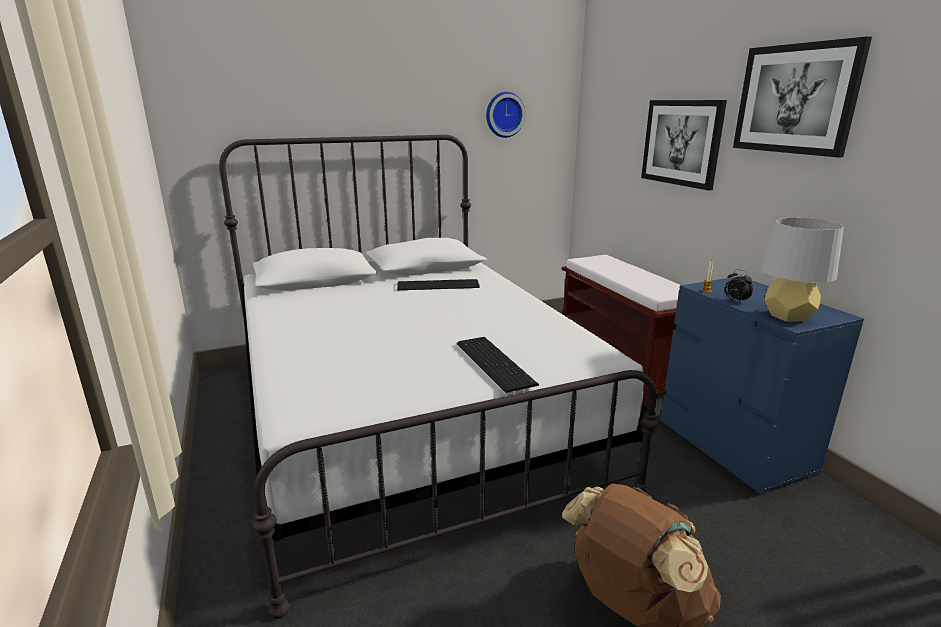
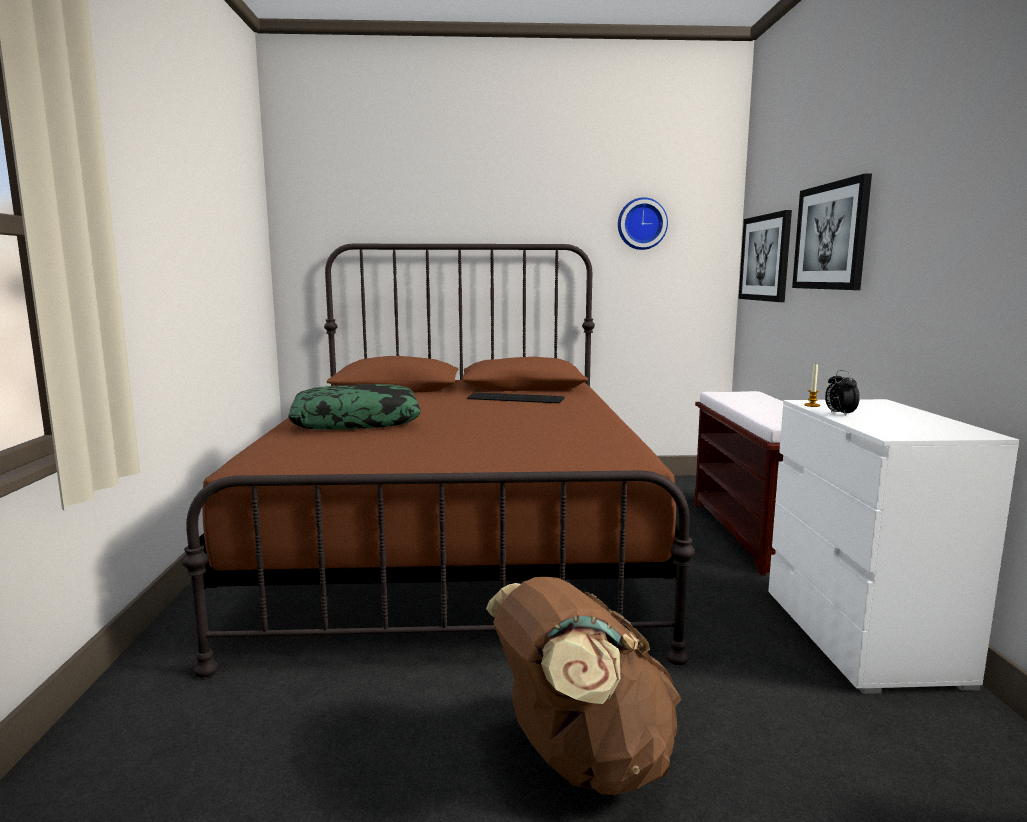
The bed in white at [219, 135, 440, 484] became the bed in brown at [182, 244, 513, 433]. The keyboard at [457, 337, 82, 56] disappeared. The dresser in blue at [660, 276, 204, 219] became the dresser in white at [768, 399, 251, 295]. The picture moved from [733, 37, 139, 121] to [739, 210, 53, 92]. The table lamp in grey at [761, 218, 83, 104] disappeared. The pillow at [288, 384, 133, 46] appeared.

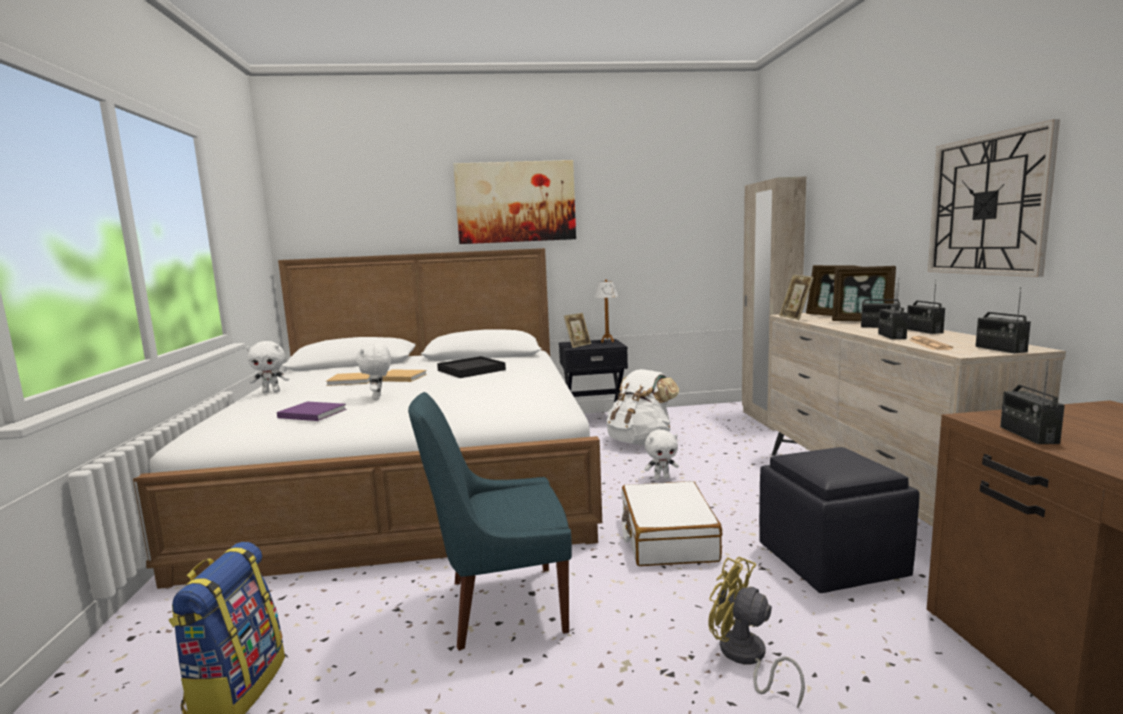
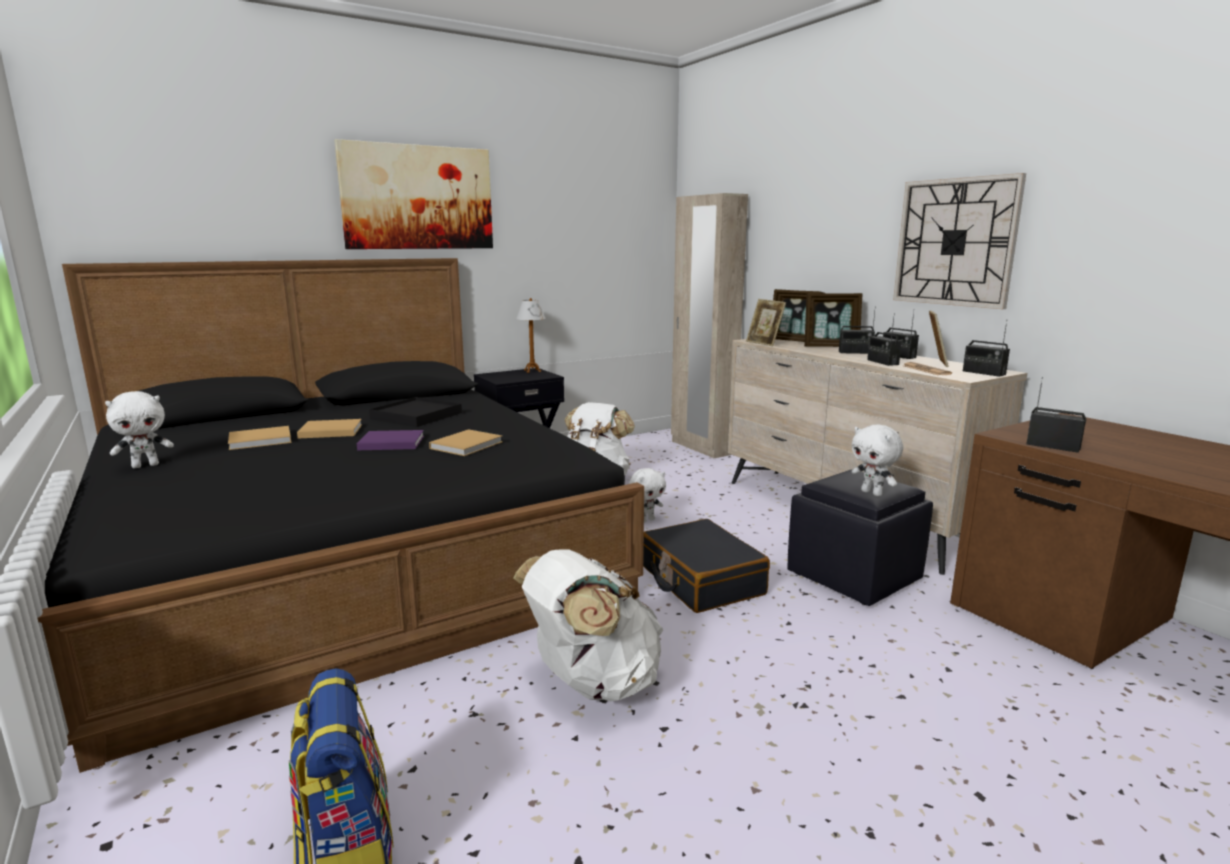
The bed in white at [133, 248, 469, 341] became the bed in black at [38, 258, 606, 515]. The book in purple moved from [277, 401, 70, 20] to [357, 430, 67, 20]. The plush toy in white moved from [356, 342, 35, 58] to [852, 424, 51, 72]. The chair in blue at [408, 392, 164, 259] was replaced by the backpack in white at [513, 549, 150, 153]. The picture frame moved from [564, 313, 27, 35] to [929, 311, 20, 56]. The suitcase in white at [622, 481, 100, 85] became the suitcase in black at [643, 519, 127, 94]. The fan in yellow at [708, 556, 97, 153] disappeared. The radio at [1000, 360, 65, 84] turned 150 degrees clockwise. The book in beige at [429, 429, 74, 27] appeared.

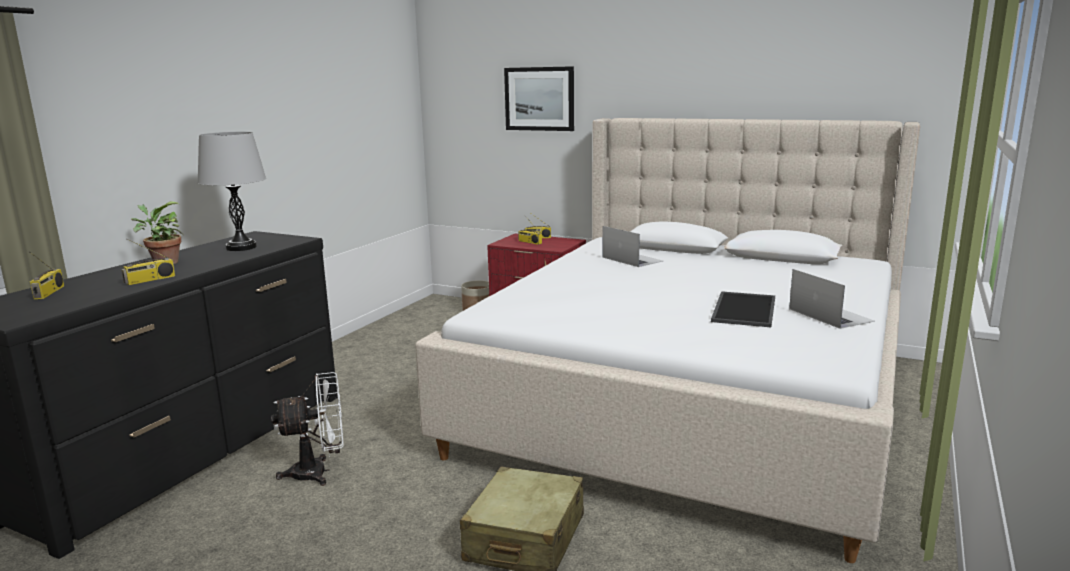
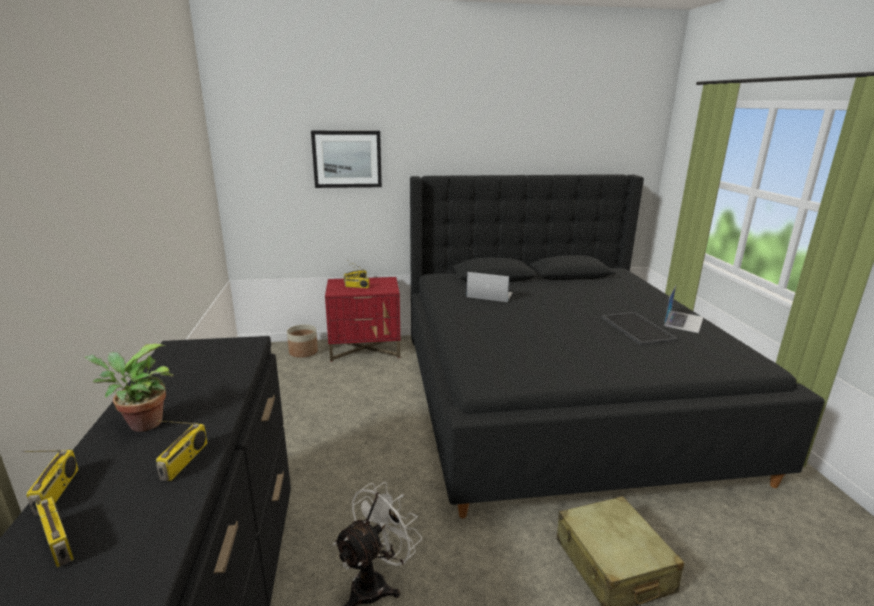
The table lamp in grey at [198, 132, 68, 119] disappeared. The bed in beige at [415, 118, 505, 445] became the bed in black at [410, 174, 414, 344]. The laptop at [789, 269, 86, 60] turned 90 degrees clockwise. The radio at [22, 449, 56, 67] appeared.

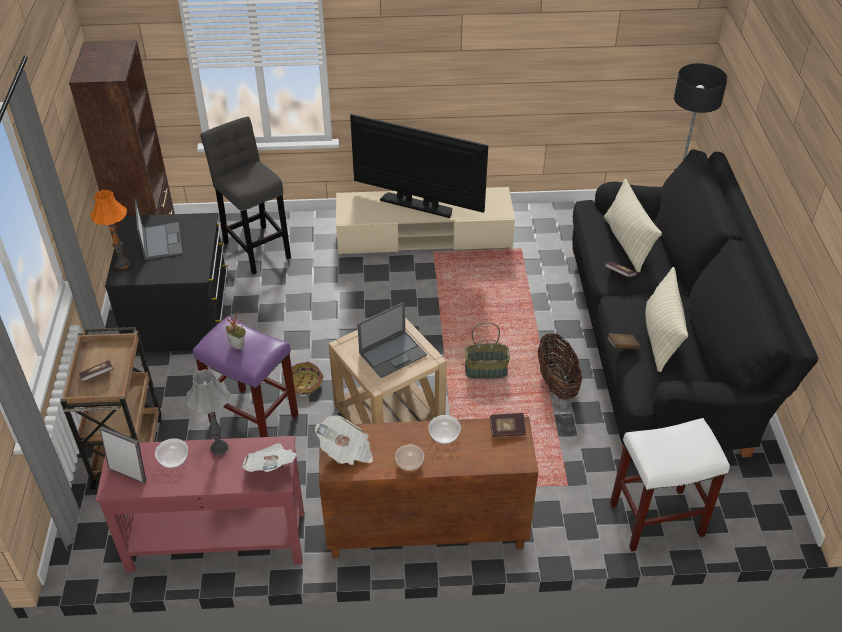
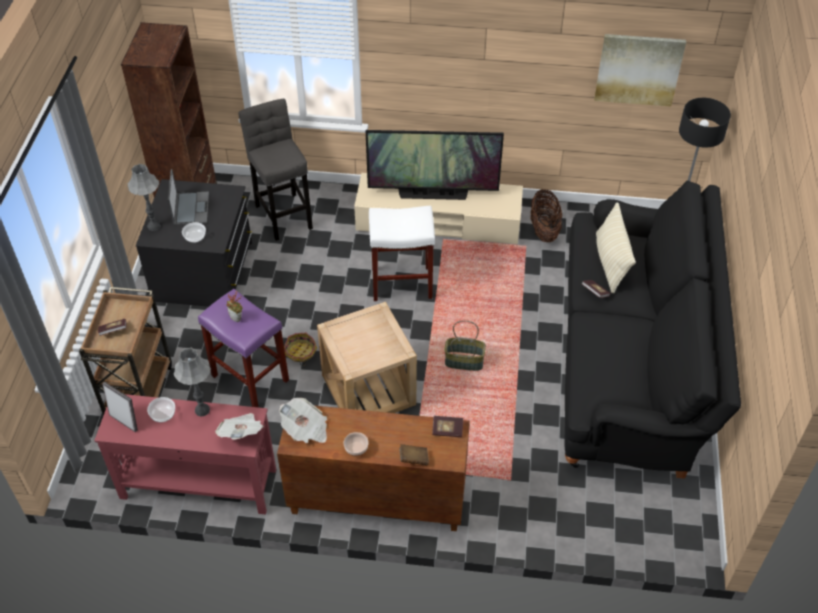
The table lamp in orange at [90, 190, 40, 79] became the table lamp in grey at [127, 164, 34, 67]. The television at [350, 114, 138, 104] turned 150 degrees clockwise. The laptop at [357, 302, 70, 76] disappeared. The bowl moved from [428, 415, 33, 29] to [182, 222, 24, 21]. The basket moved from [537, 333, 45, 67] to [531, 189, 31, 53]. The book in brown moved from [607, 333, 33, 17] to [399, 444, 30, 22]. The stool in white moved from [610, 418, 120, 134] to [369, 205, 66, 96]. The pillow in beige at [645, 267, 43, 105] disappeared. The picture at [594, 34, 92, 73] appeared.

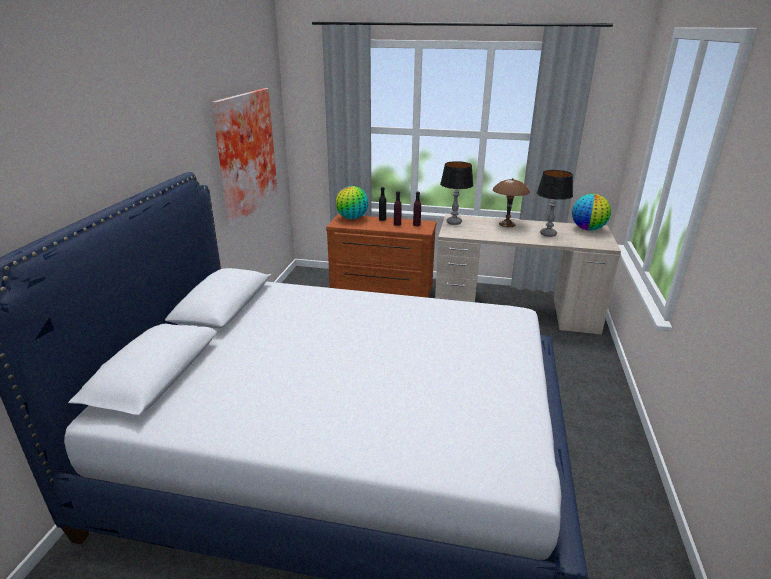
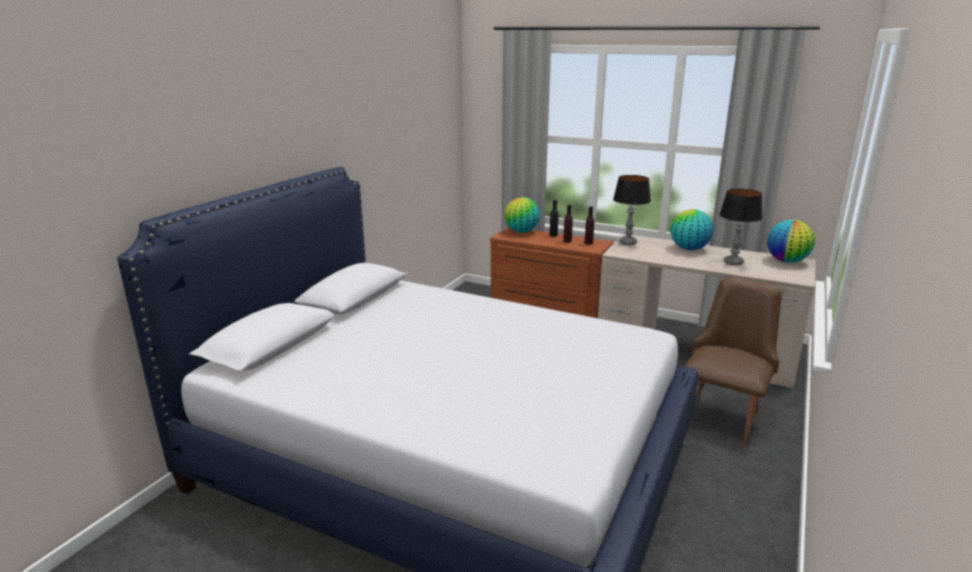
The picture at [212, 88, 66, 139] disappeared. The table lamp in brown at [493, 178, 37, 49] was replaced by the globe at [670, 209, 43, 41]. The chair in brown at [684, 277, 98, 170] appeared.

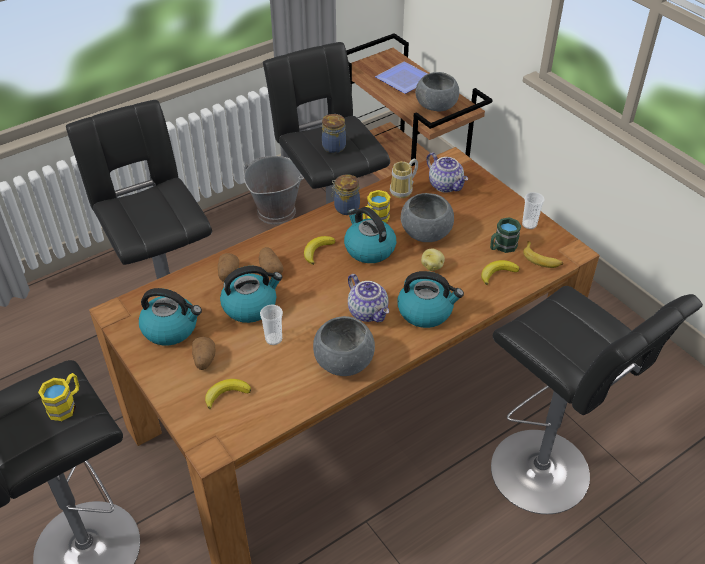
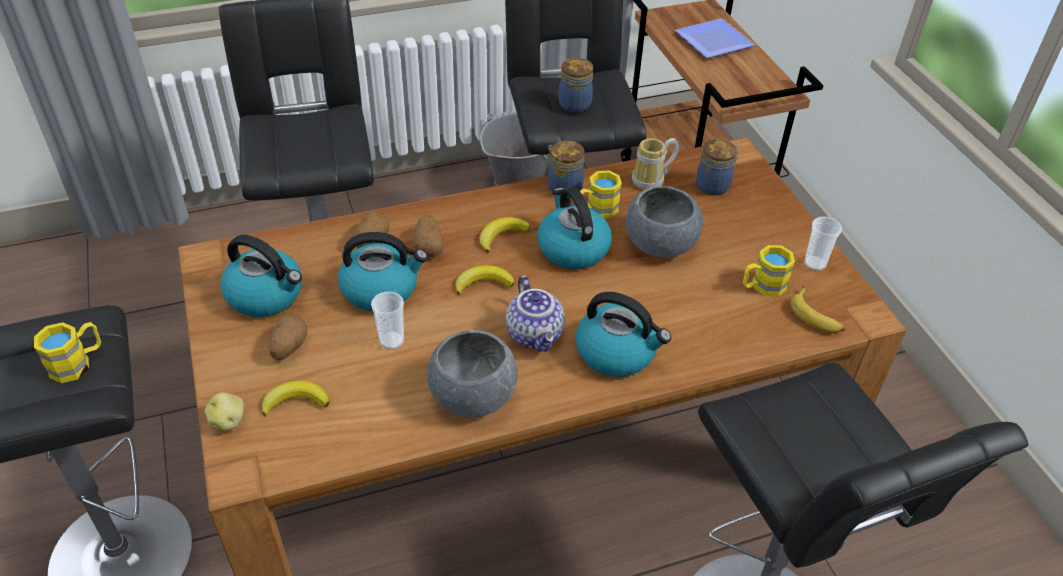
The bowl in grey at [415, 72, 44, 40] disappeared. The potato moved from [421, 249, 24, 22] to [205, 393, 39, 38]. The teapot at [426, 152, 42, 41] was replaced by the jar at [696, 139, 43, 57]. The banana moved from [481, 260, 39, 25] to [456, 265, 58, 31]. The mug in green at [490, 217, 31, 36] became the mug in yellow at [743, 245, 52, 51].

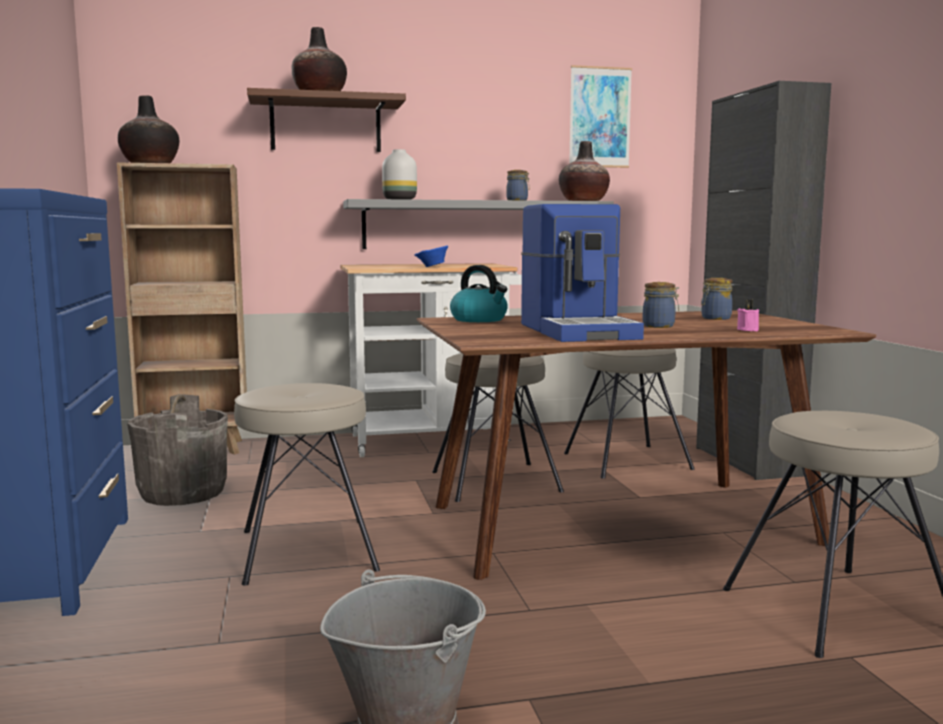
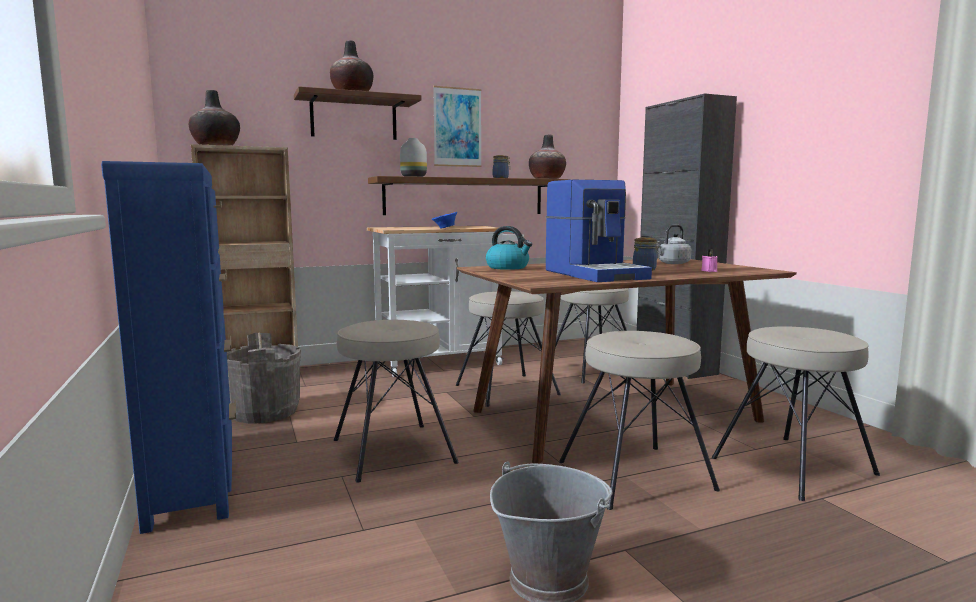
The shelf in grey at [343, 199, 271, 50] became the shelf in brown at [368, 176, 202, 39]. The picture moved from [569, 65, 63, 103] to [433, 86, 49, 81]. The jar at [701, 278, 31, 42] was replaced by the kettle in grey at [658, 224, 33, 40]. The stool in beige at [559, 331, 161, 179] appeared.

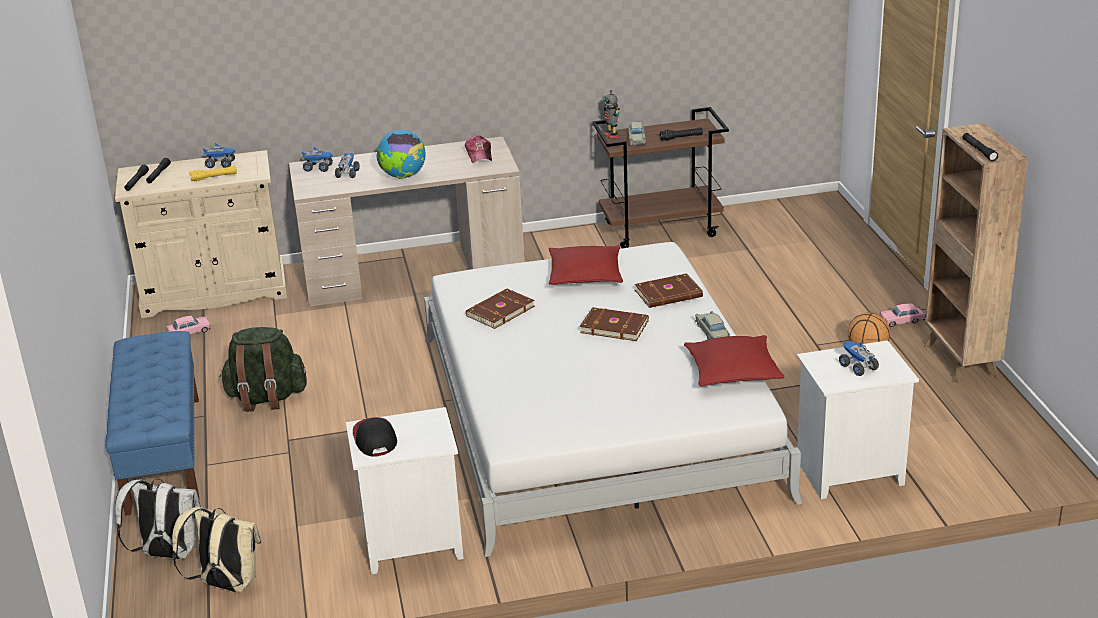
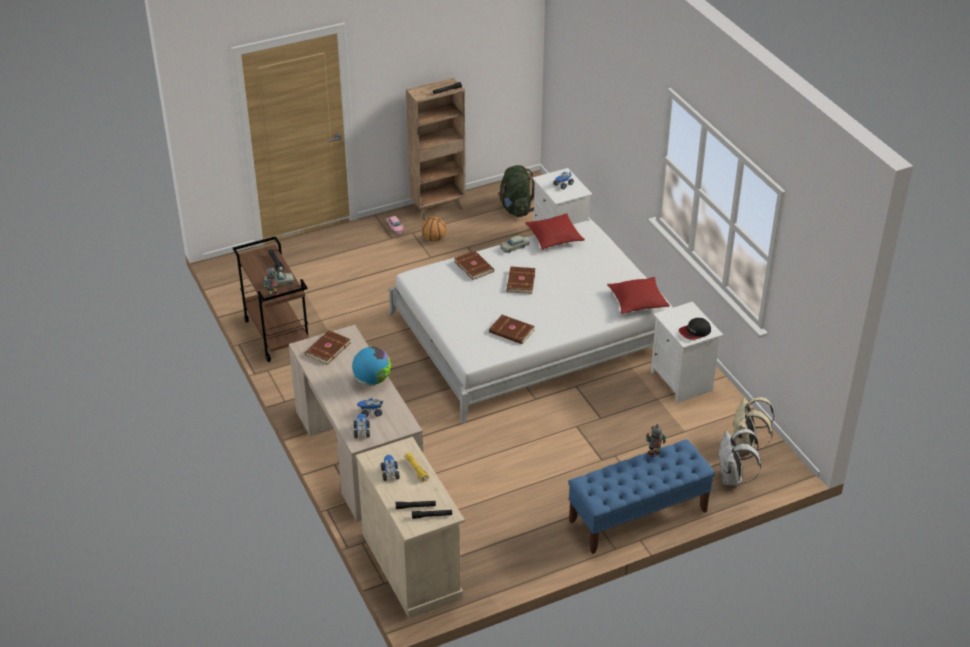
The toy car in pink at [166, 316, 45, 18] disappeared. The backpack in green moved from [219, 327, 88, 85] to [498, 165, 37, 52]. The cap at [465, 135, 27, 28] was replaced by the book in brown at [305, 330, 46, 35]. The pillow in red moved from [549, 245, 74, 40] to [607, 277, 63, 37]. The toy robot at [646, 424, 20, 33] appeared.

